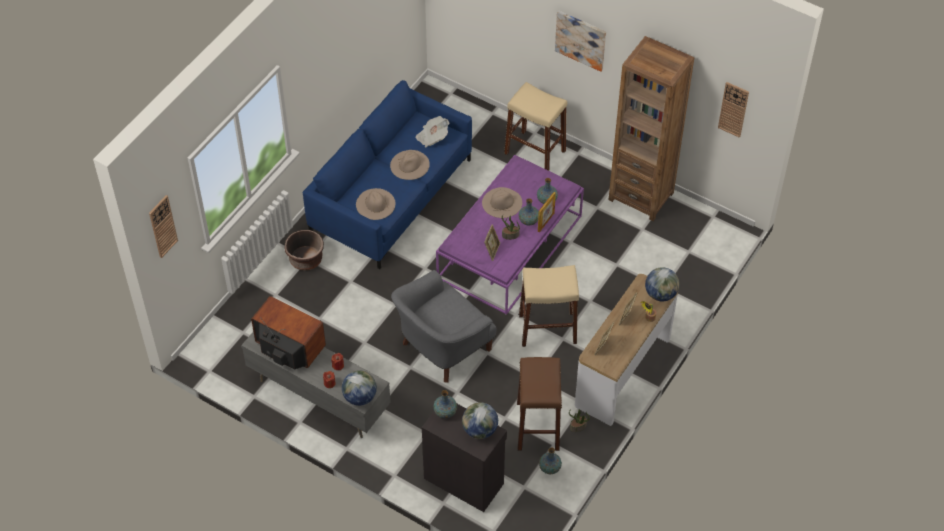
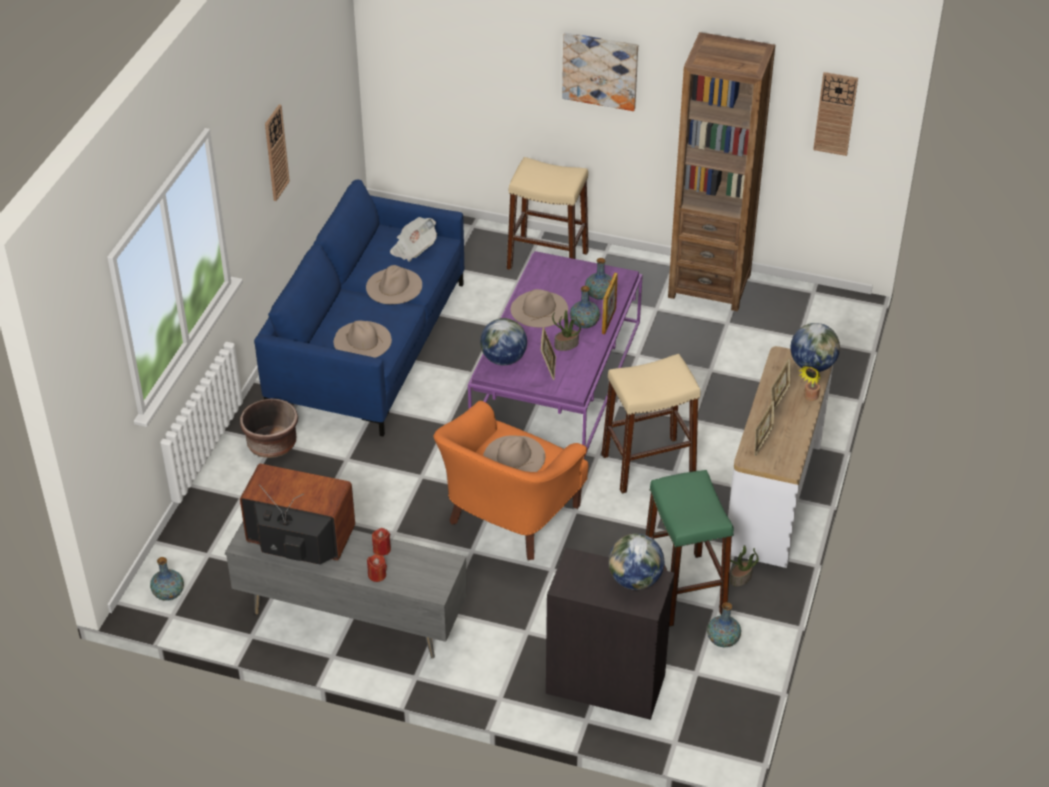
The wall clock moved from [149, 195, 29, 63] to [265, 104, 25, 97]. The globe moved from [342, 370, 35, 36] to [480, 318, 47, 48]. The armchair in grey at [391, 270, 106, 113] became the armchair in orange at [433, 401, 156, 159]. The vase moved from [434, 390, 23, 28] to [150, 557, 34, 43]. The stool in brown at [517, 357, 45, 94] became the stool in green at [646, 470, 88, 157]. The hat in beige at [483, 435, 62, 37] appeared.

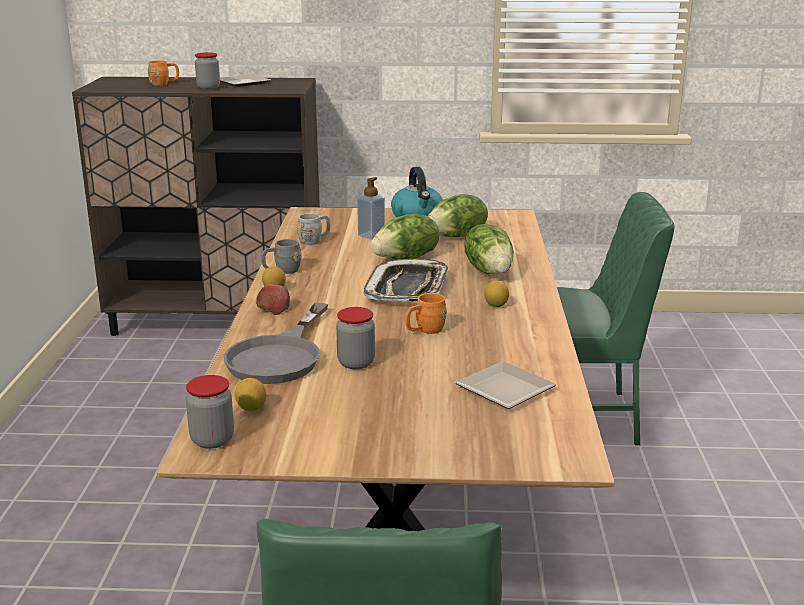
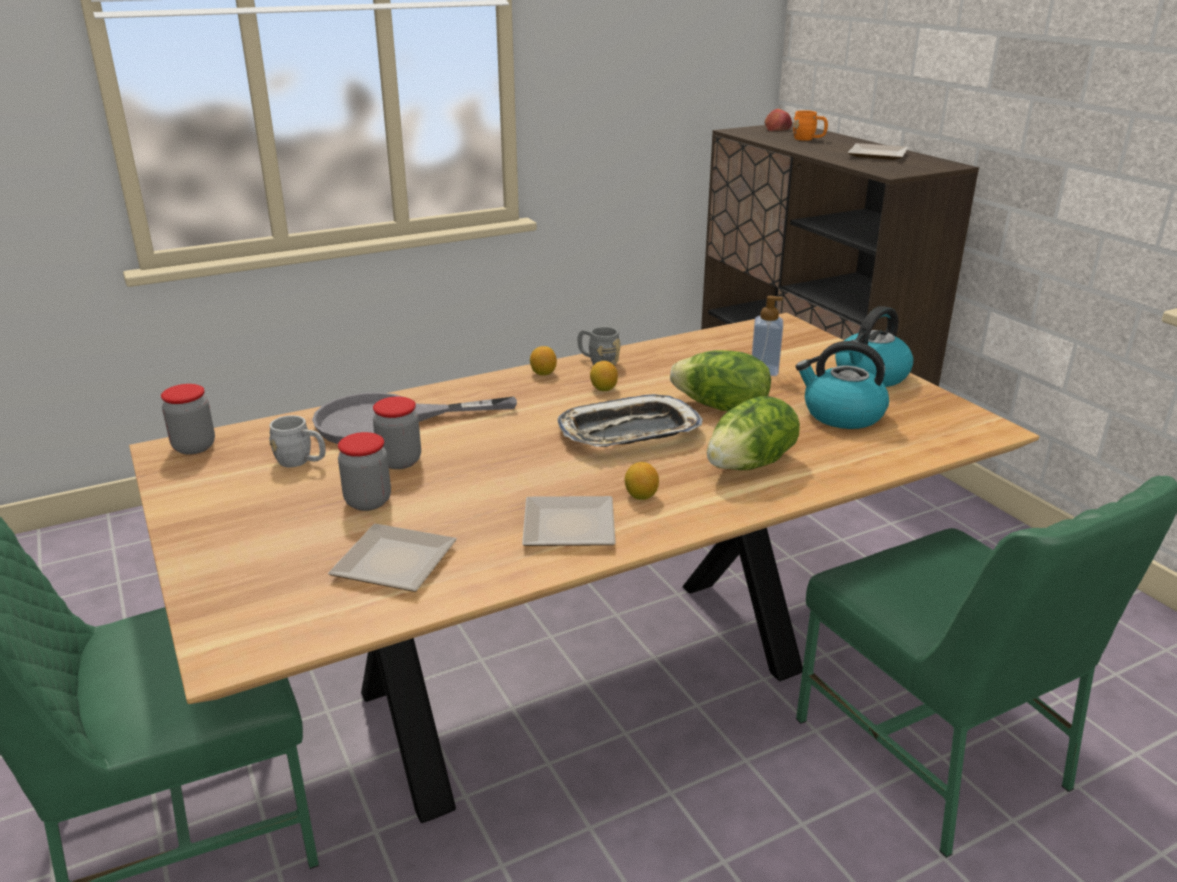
The jar moved from [195, 52, 25, 38] to [338, 432, 53, 79]. The lemon moved from [235, 378, 31, 33] to [590, 361, 28, 30]. The apple moved from [256, 284, 34, 31] to [765, 109, 27, 22]. The mug in grey moved from [297, 213, 33, 32] to [269, 415, 57, 52]. The mug in orange at [405, 293, 42, 41] disappeared. The lettuce at [428, 194, 60, 43] was replaced by the kettle at [796, 341, 93, 88]. The plate at [522, 496, 94, 50] appeared.

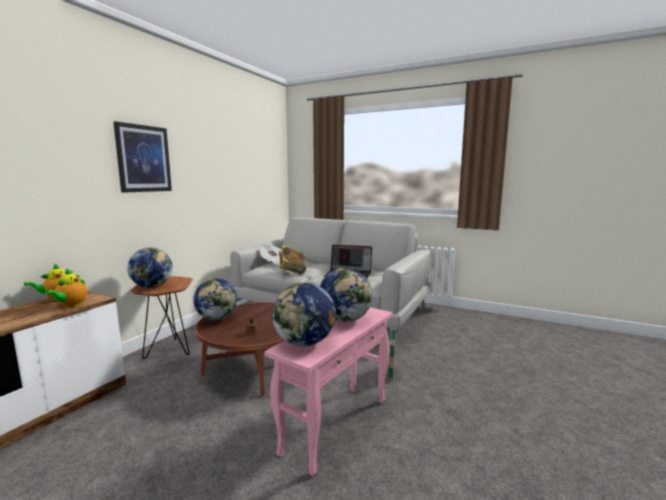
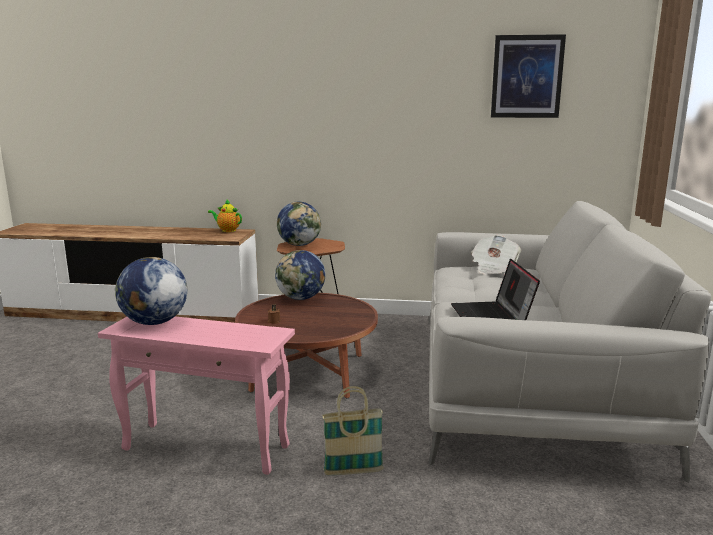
The teapot at [45, 268, 42, 40] disappeared. The picture moved from [113, 121, 59, 72] to [491, 34, 75, 84]. The book at [279, 245, 27, 29] disappeared. The globe at [320, 268, 53, 54] disappeared.

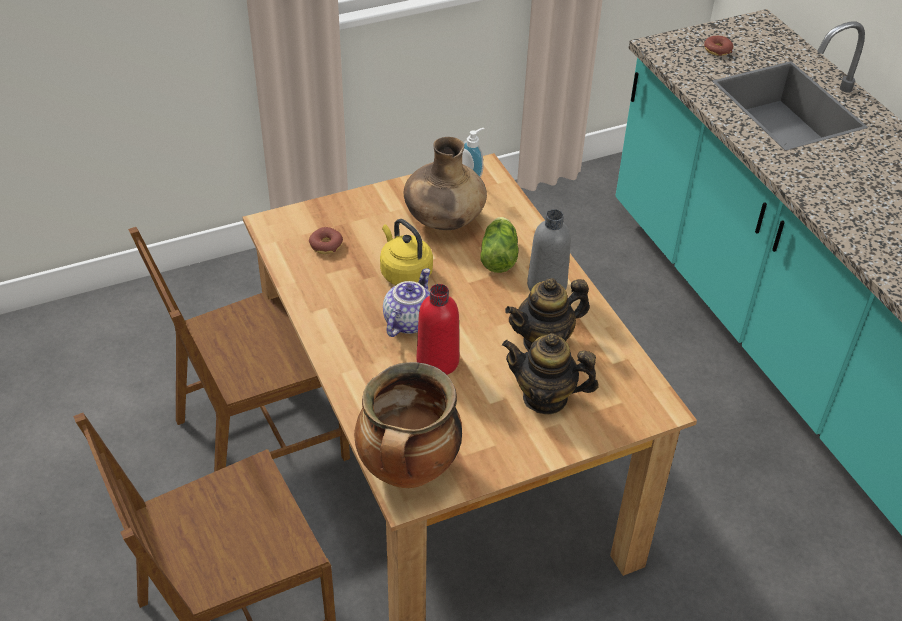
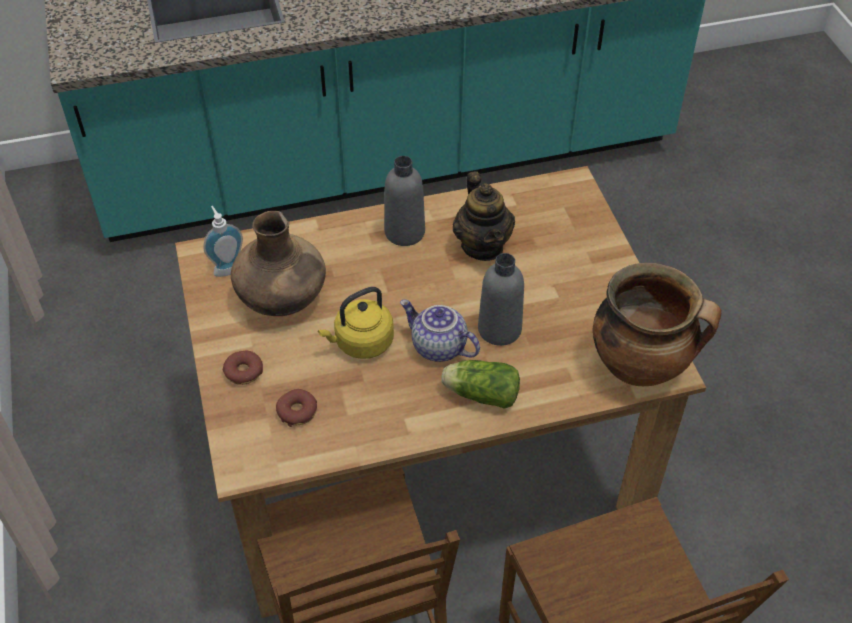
The bottle in red at [417, 284, 42, 91] became the bottle in grey at [478, 253, 46, 93]. The lettuce moved from [480, 217, 38, 56] to [442, 360, 78, 49]. The teapot at [502, 333, 97, 82] disappeared. The donut moved from [704, 36, 29, 20] to [223, 351, 40, 34].

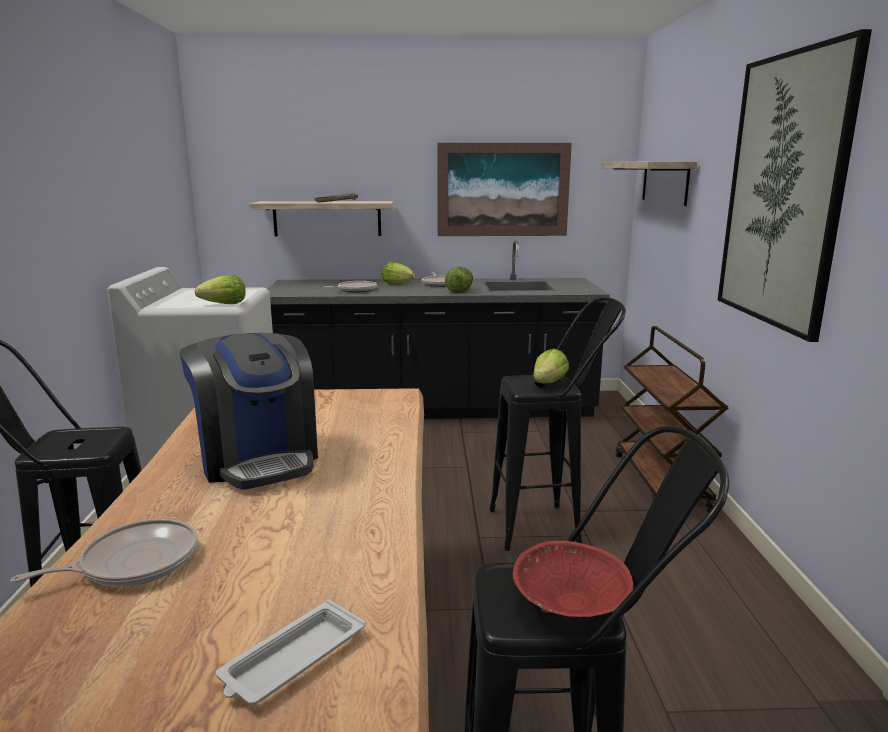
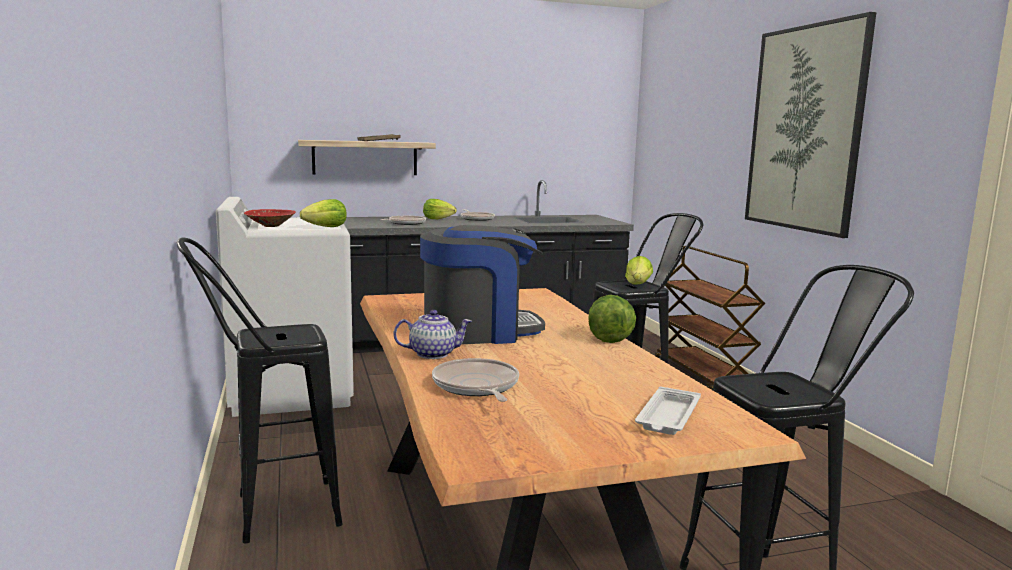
The frying pan at [10, 519, 188, 67] turned 60 degrees counterclockwise. The coffee machine at [180, 333, 138, 157] turned 60 degrees counterclockwise. The picture at [437, 143, 135, 93] disappeared. The lettuce moved from [445, 267, 28, 26] to [588, 295, 48, 48]. The bowl in red moved from [513, 541, 120, 76] to [244, 209, 52, 18]. The shelf at [602, 161, 96, 45] disappeared. The teapot at [393, 310, 79, 49] appeared.

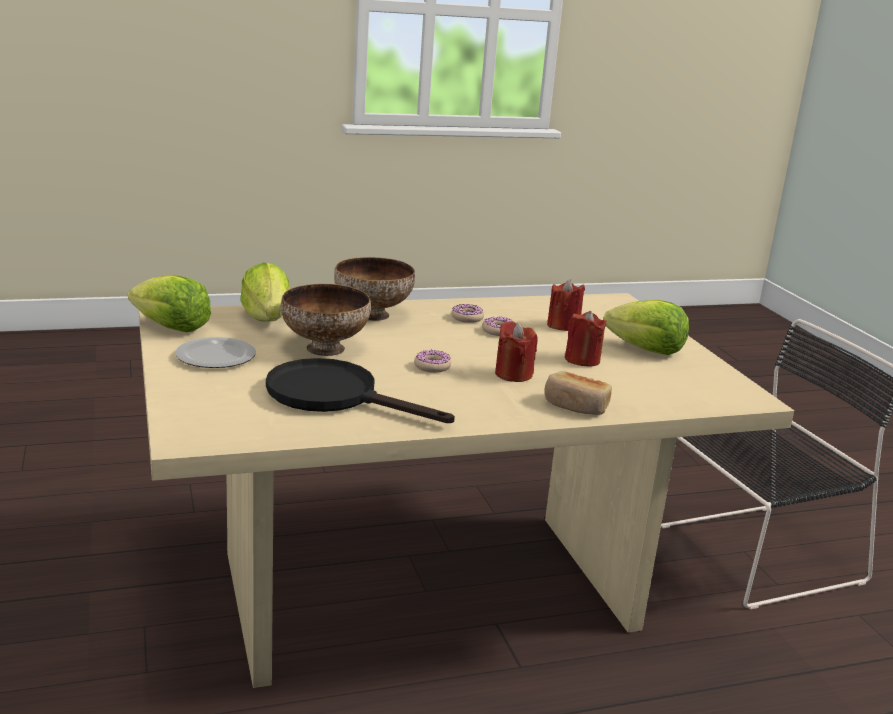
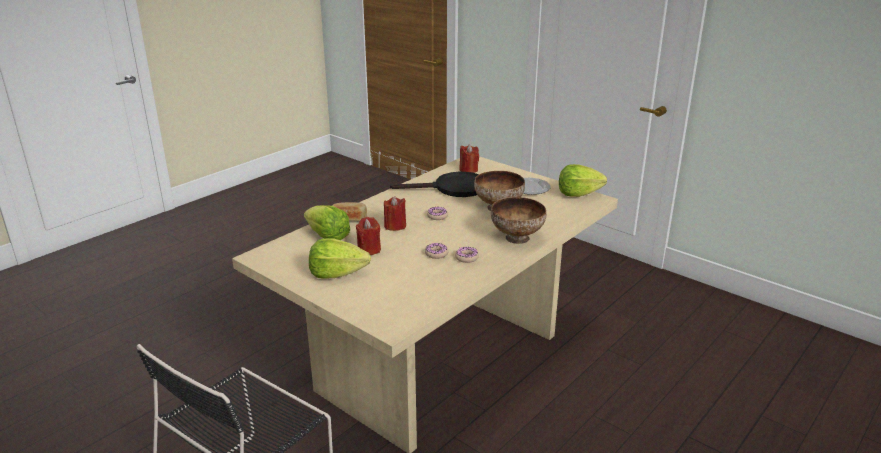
The lettuce moved from [240, 262, 50, 60] to [304, 205, 46, 35]. The candle in red moved from [547, 279, 38, 52] to [459, 145, 20, 28].

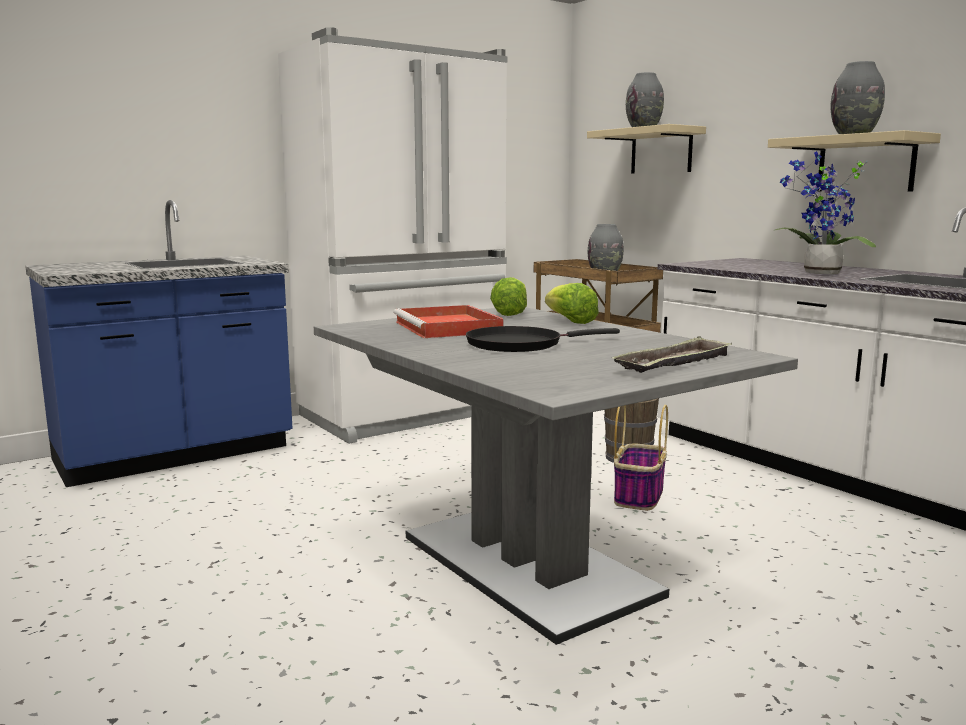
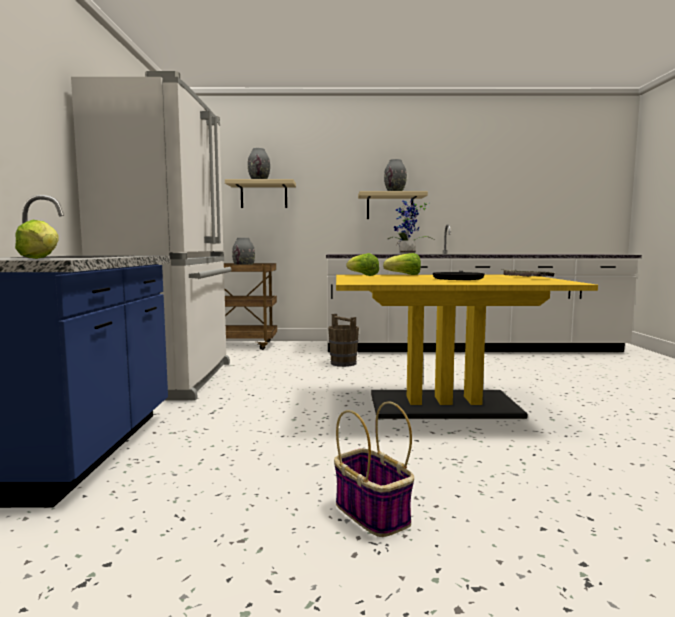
The dining table in grey at [314, 307, 484, 338] became the dining table in yellow at [336, 275, 262, 144]. The tray in red at [393, 305, 111, 33] disappeared. The basket moved from [614, 404, 54, 106] to [334, 401, 80, 136]. The lettuce at [15, 220, 43, 39] appeared.

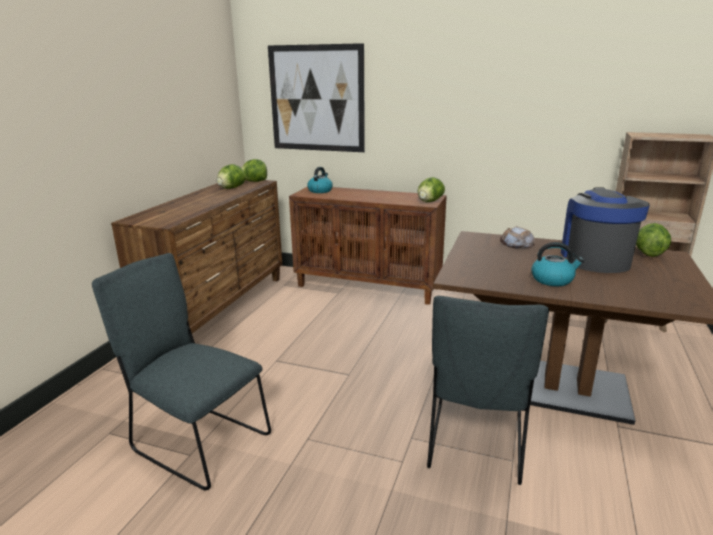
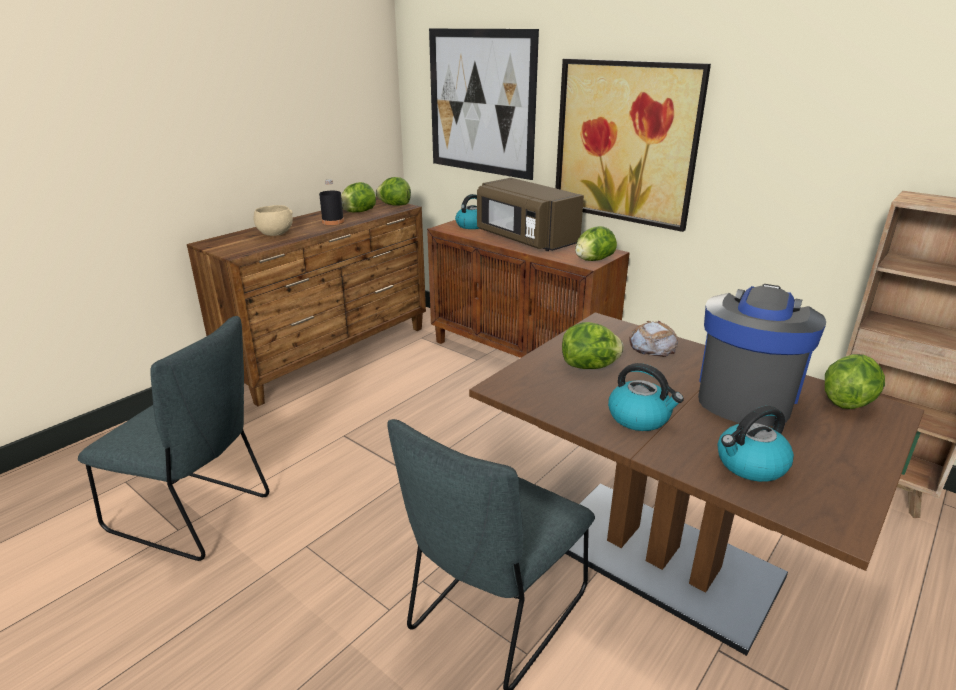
The chair in grey at [92, 253, 179, 237] turned 150 degrees clockwise. The bowl in beige at [253, 205, 40, 31] appeared. The bottle in black at [319, 179, 25, 46] appeared. The microwave in brown at [477, 178, 107, 73] appeared. The picture at [556, 59, 155, 173] appeared. The lettuce at [562, 322, 62, 47] appeared. The kettle at [717, 406, 77, 76] appeared.

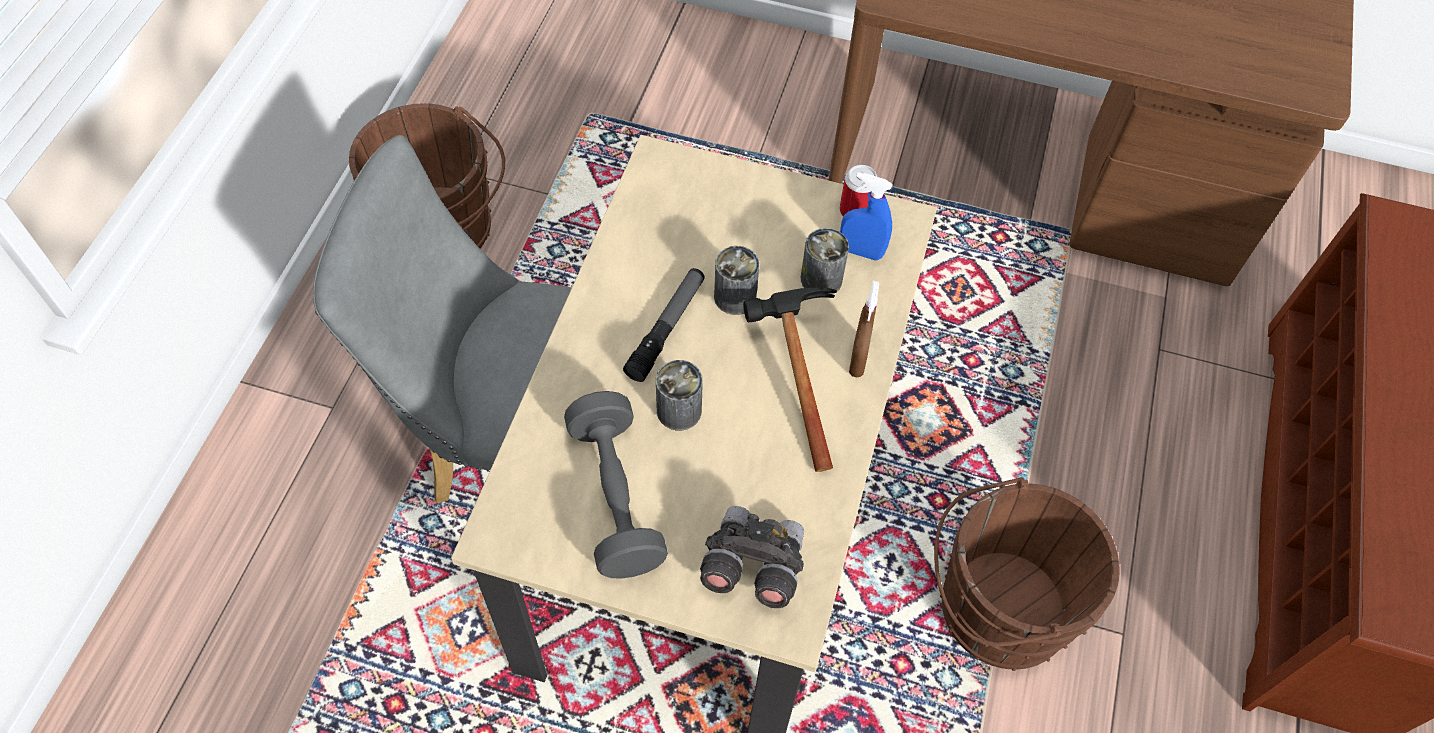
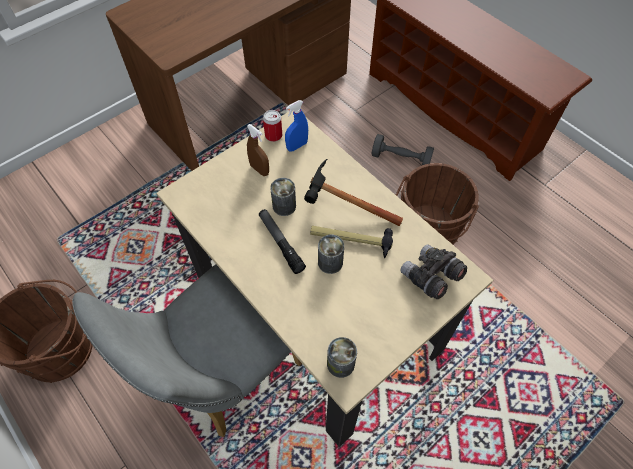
The dumbbell in grey moved from [564, 391, 104, 188] to [371, 134, 63, 31]. The can moved from [801, 228, 48, 66] to [327, 337, 30, 41]. The spray bottle in brown moved from [849, 281, 30, 97] to [247, 124, 22, 52]. The hammer at [310, 226, 83, 32] appeared.

